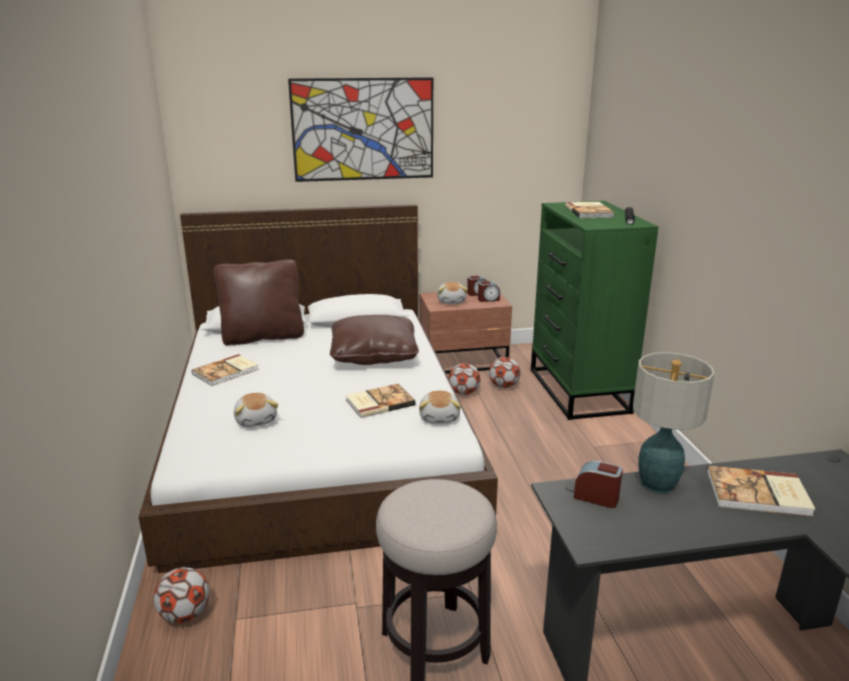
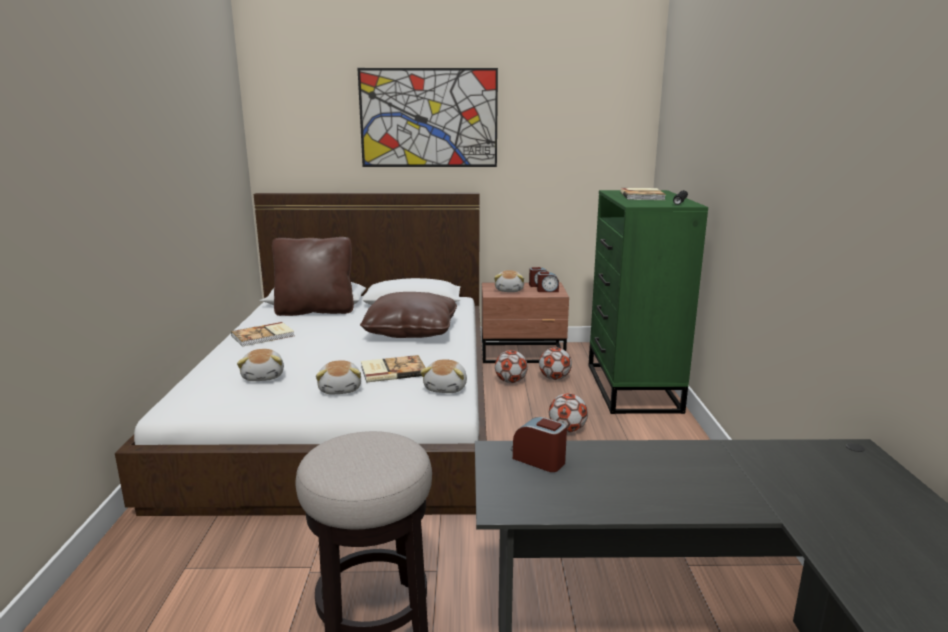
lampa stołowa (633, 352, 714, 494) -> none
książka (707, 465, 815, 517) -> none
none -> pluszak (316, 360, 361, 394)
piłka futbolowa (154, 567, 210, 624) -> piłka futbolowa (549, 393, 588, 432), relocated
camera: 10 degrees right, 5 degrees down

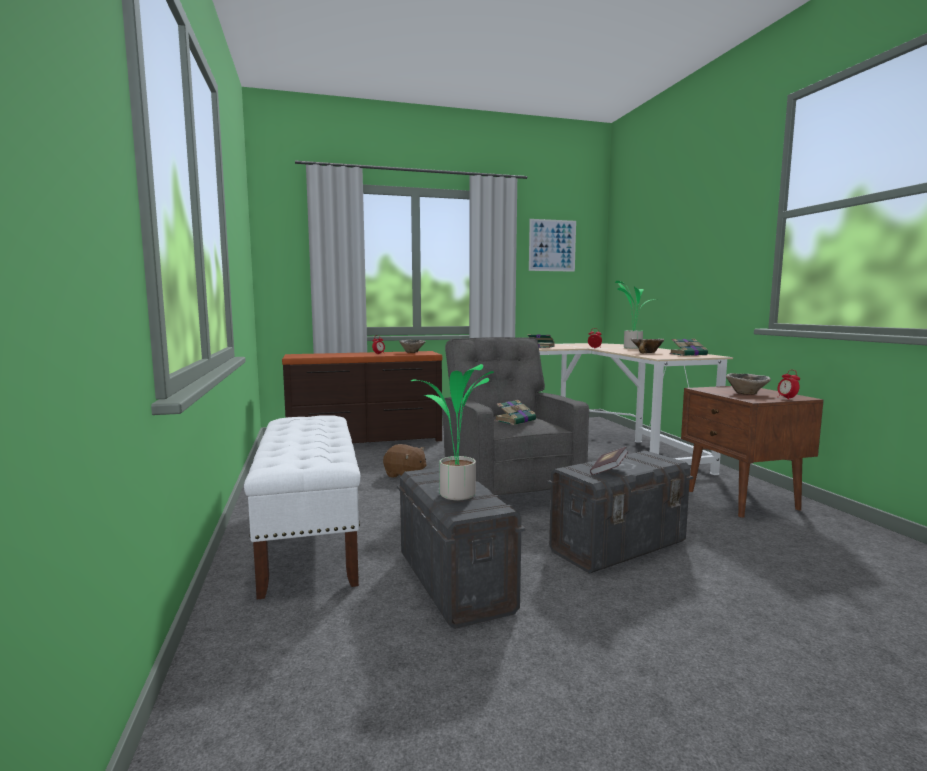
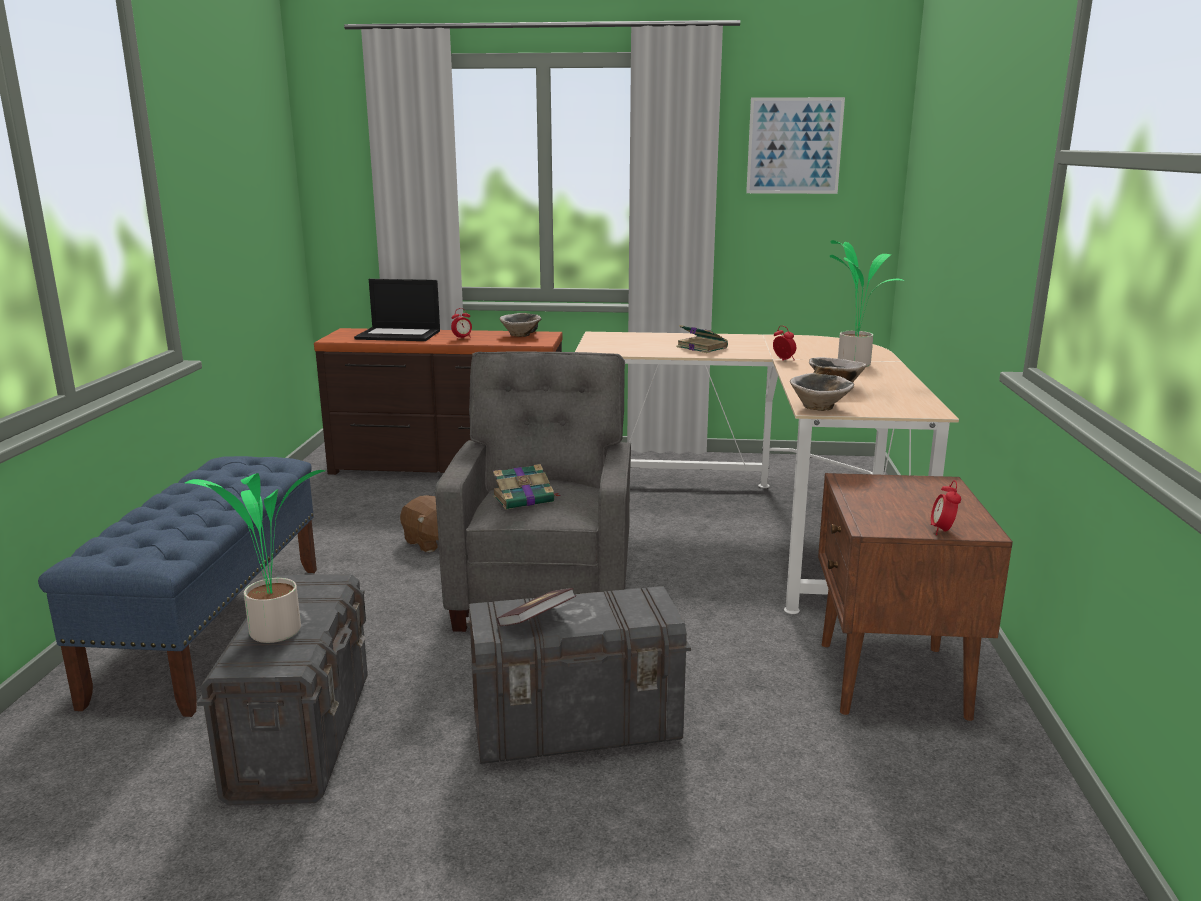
książka (669, 339, 708, 356) -> none
none -> laptop (354, 279, 440, 341)
miska (726, 373, 771, 394) -> miska (790, 373, 854, 411), relocated
ławka [biały] (244, 415, 361, 600) -> ławka [niebieski] (38, 456, 317, 717)
camera: 20 degrees right, 10 degrees up

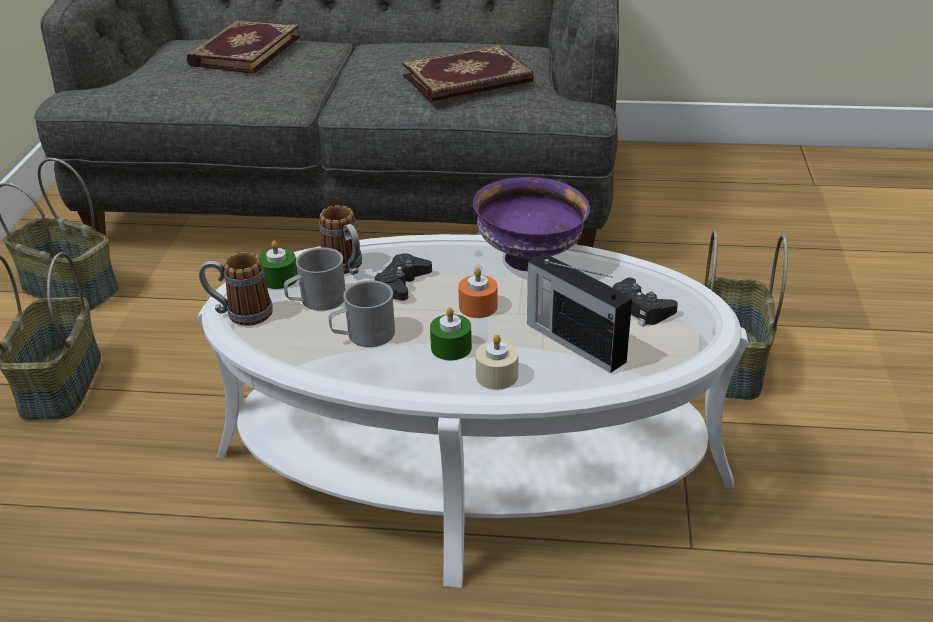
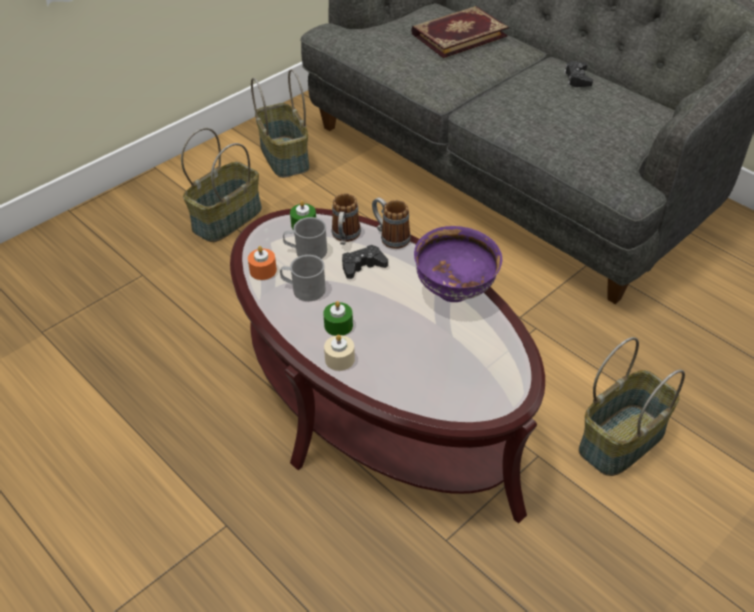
książka (402, 44, 534, 102) -> none
radio (527, 253, 632, 373) -> none
kubek (199, 252, 273, 326) -> kubek (372, 197, 411, 249), relocated
świeca [pomarańczowy] (458, 267, 498, 318) -> świeca [pomarańczowy] (248, 246, 277, 280), relocated
pad do gier [czarny] (613, 278, 678, 327) -> pad do gier [czarny] (564, 61, 593, 87), relocated
ława [biały] (198, 234, 748, 588) -> ława [brązowy] (230, 208, 545, 523)
camera: 40 degrees right, 10 degrees up

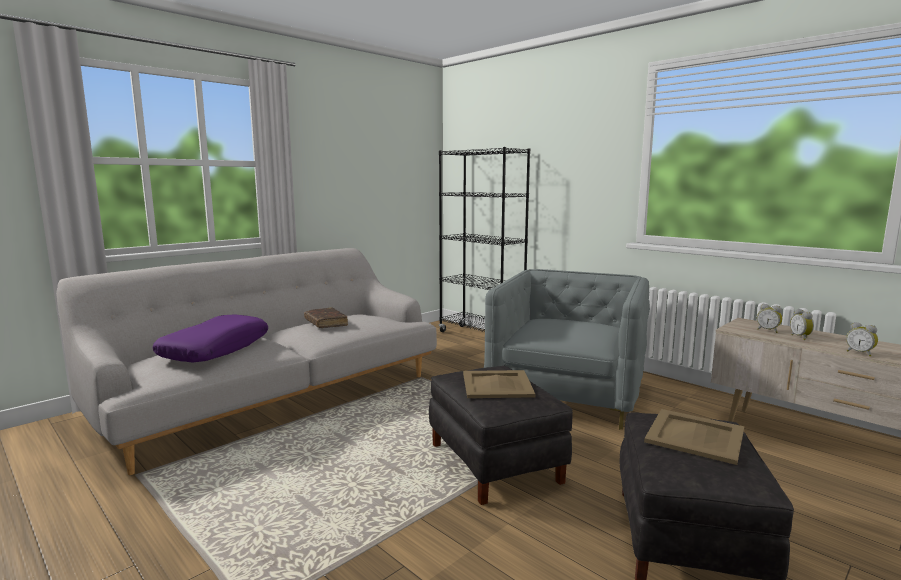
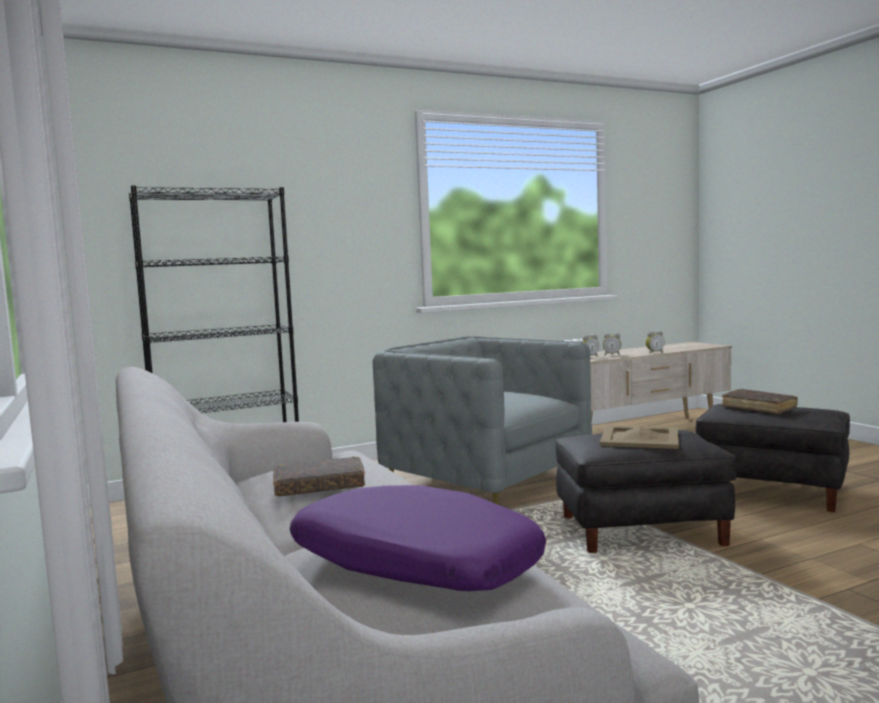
taca [beżowy] (644, 409, 744, 465) -> książka [brązowy] (722, 389, 798, 414)
camera: 70 degrees left, 5 degrees down

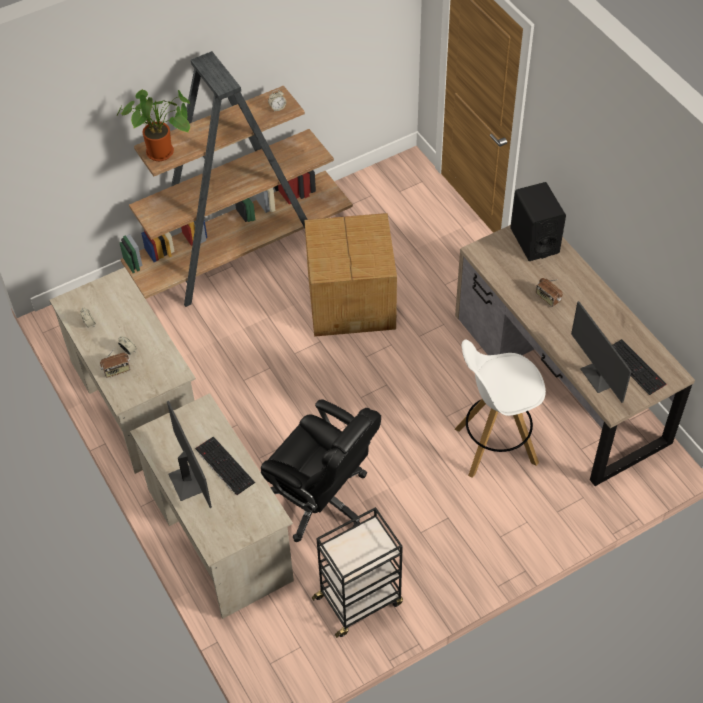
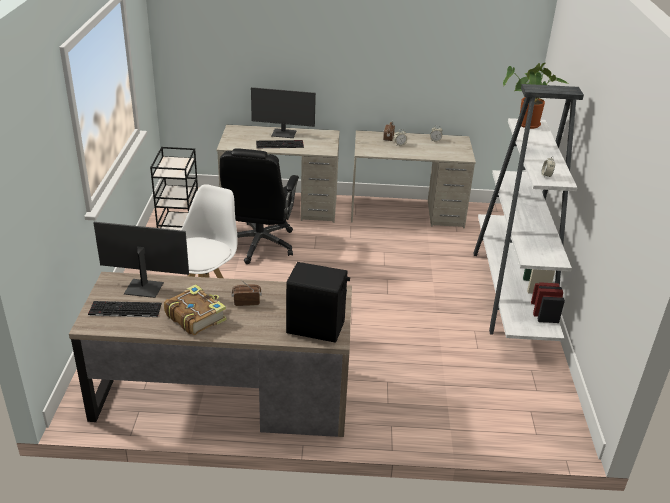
karton (304, 213, 397, 337) -> none
none -> książka (164, 284, 227, 335)
regał [brązowy] (120, 51, 353, 307) -> regał [biały] (473, 84, 584, 341)
krzesło biurowe [czarny] (261, 399, 381, 542) -> krzesło biurowe [czarny] (220, 148, 299, 264), 60 degrees counterclockwise
camera: 120 degrees right, 20 degrees down

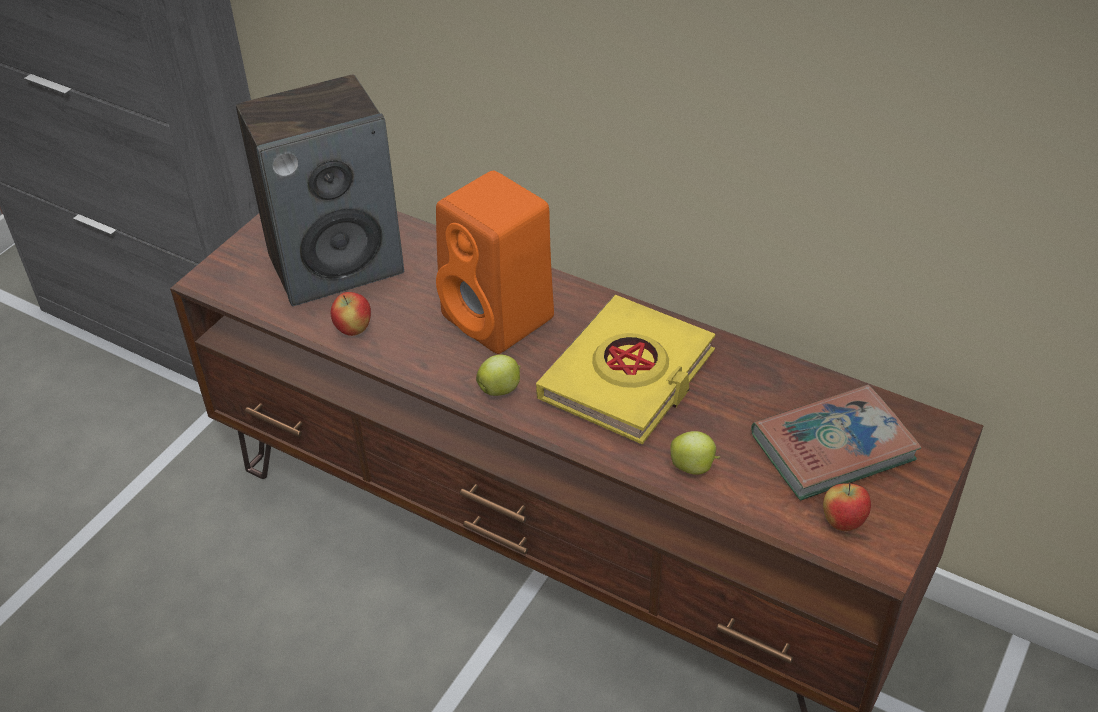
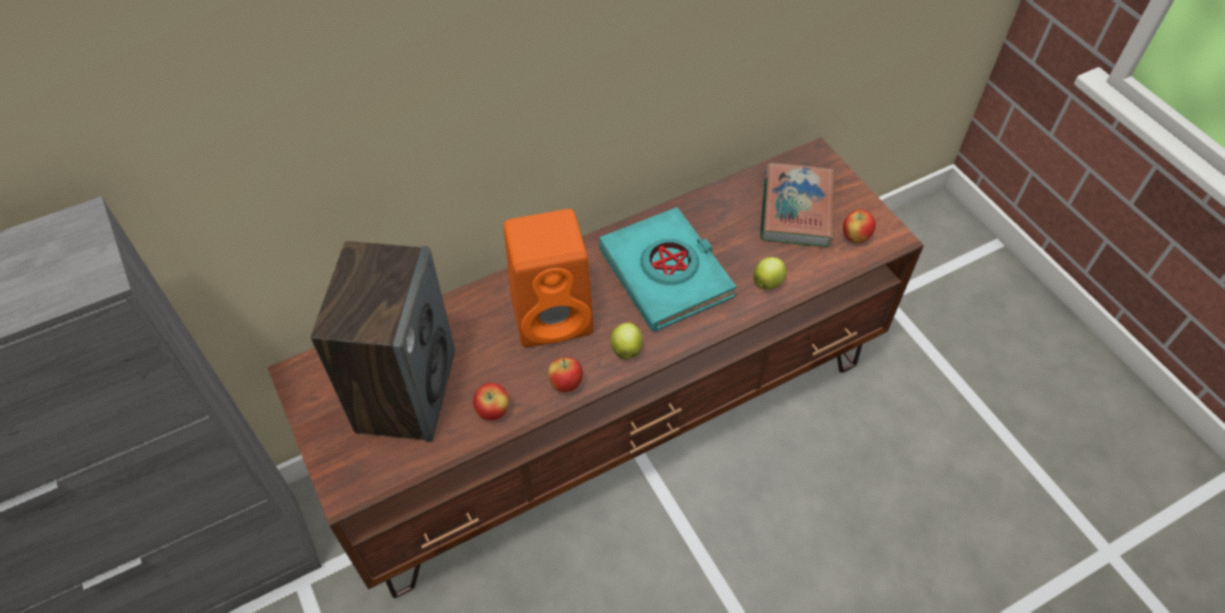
none -> jabłko (548, 357, 583, 393)
książka [żółty] (536, 295, 715, 444) -> książka [turkusowy] (599, 207, 736, 332)
camera: 60 degrees left, 10 degrees up

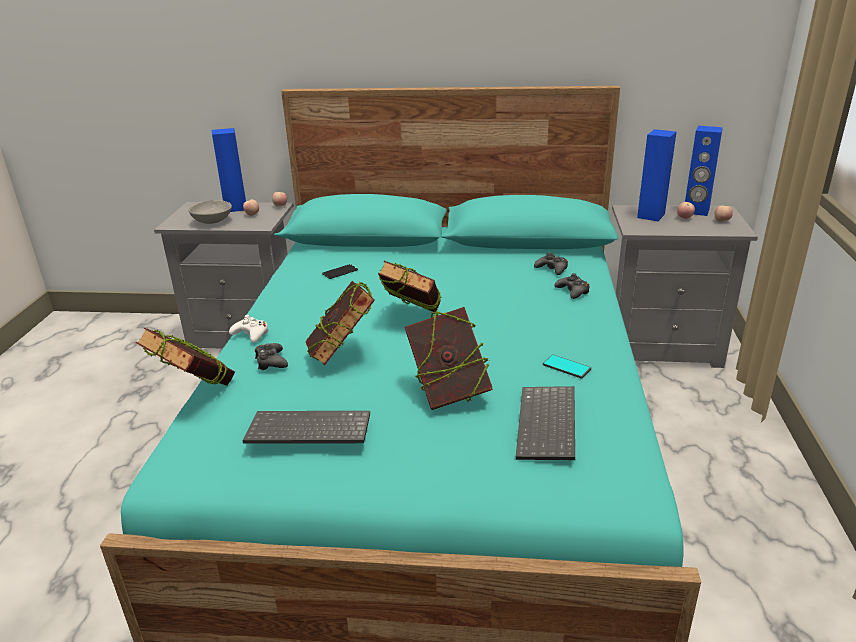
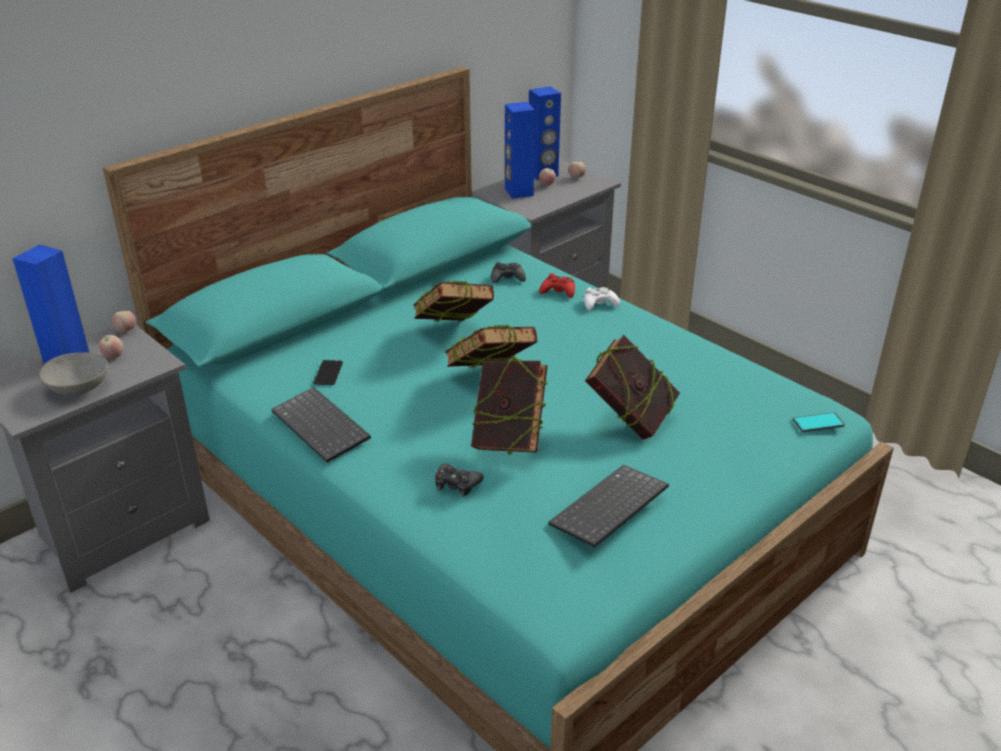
książka (136, 327, 235, 386) -> książka (413, 280, 494, 322), relocated
pad do gier [biały] (229, 315, 269, 343) -> pad do gier [biały] (584, 287, 620, 310), relocated
klawiatura (516, 386, 575, 460) -> klawiatura (271, 387, 371, 463), relocated
telefon (543, 355, 591, 379) -> telefon (793, 412, 845, 432), relocated
pad do gier [czarny] (555, 273, 589, 299) -> pad do gier [czerwony] (539, 273, 575, 298)
camera: 50 degrees left, 5 degrees up

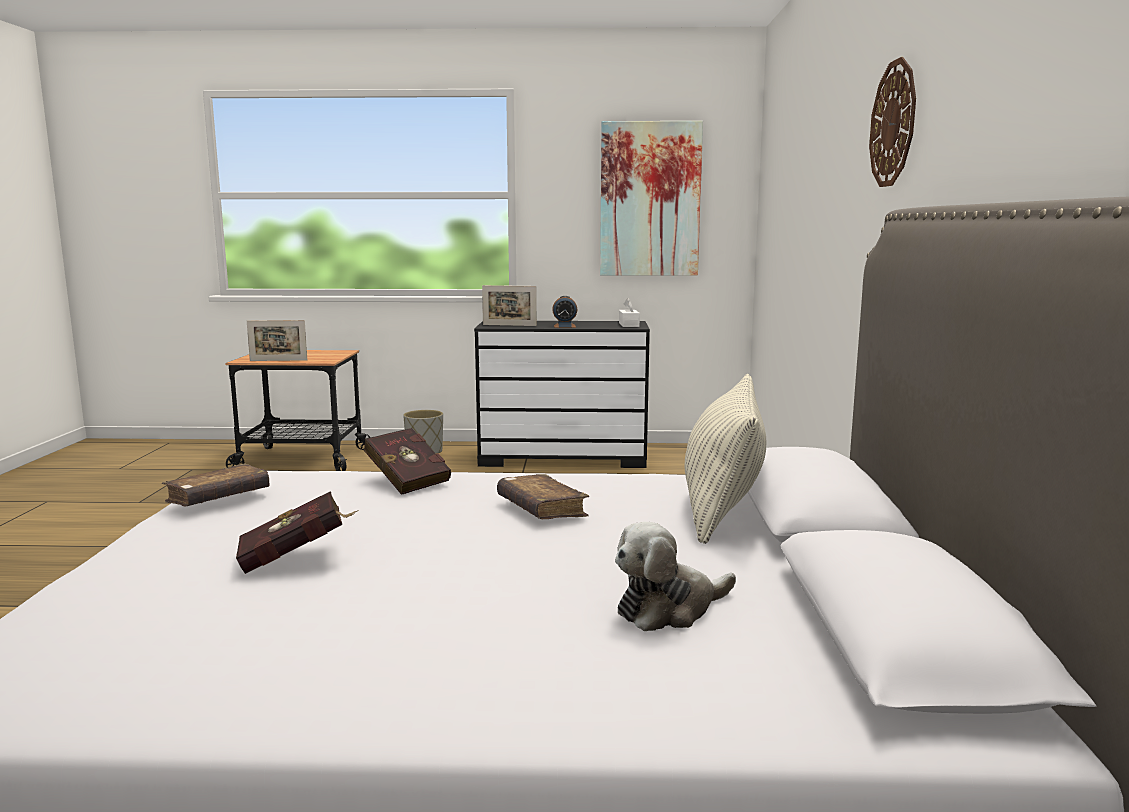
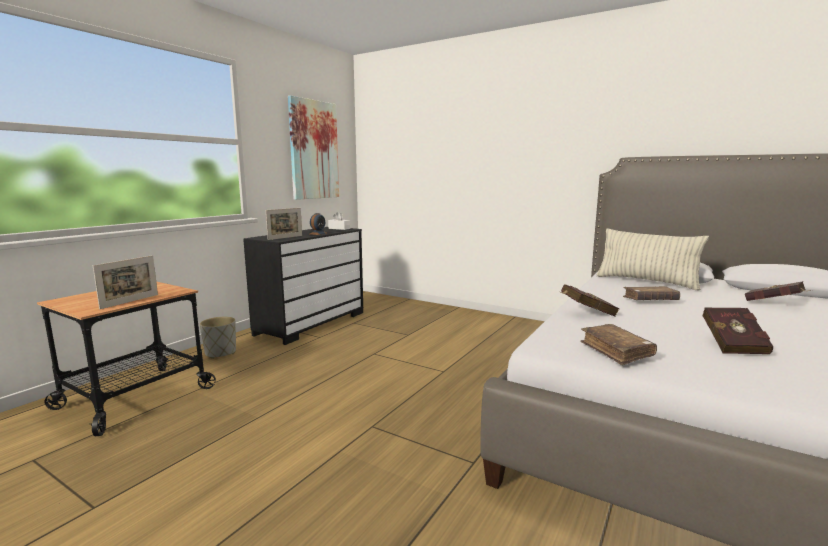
zegar ścienny (869, 57, 916, 187) -> none
pluszak (615, 522, 736, 631) -> książka [czerwony] (745, 281, 811, 301)
camera: 60 degrees left, 0 degrees up

